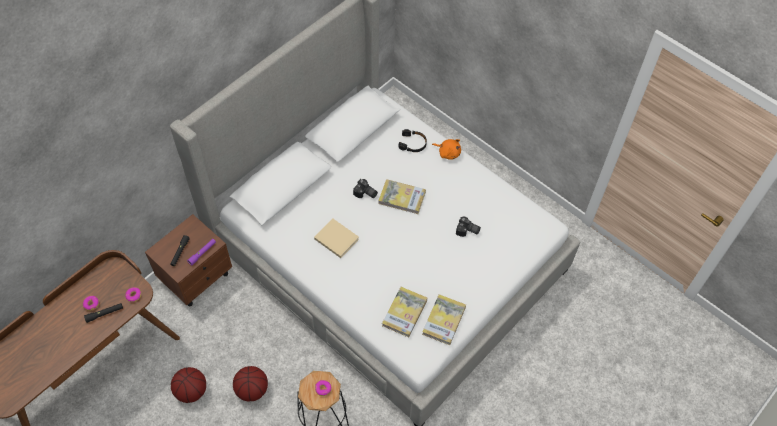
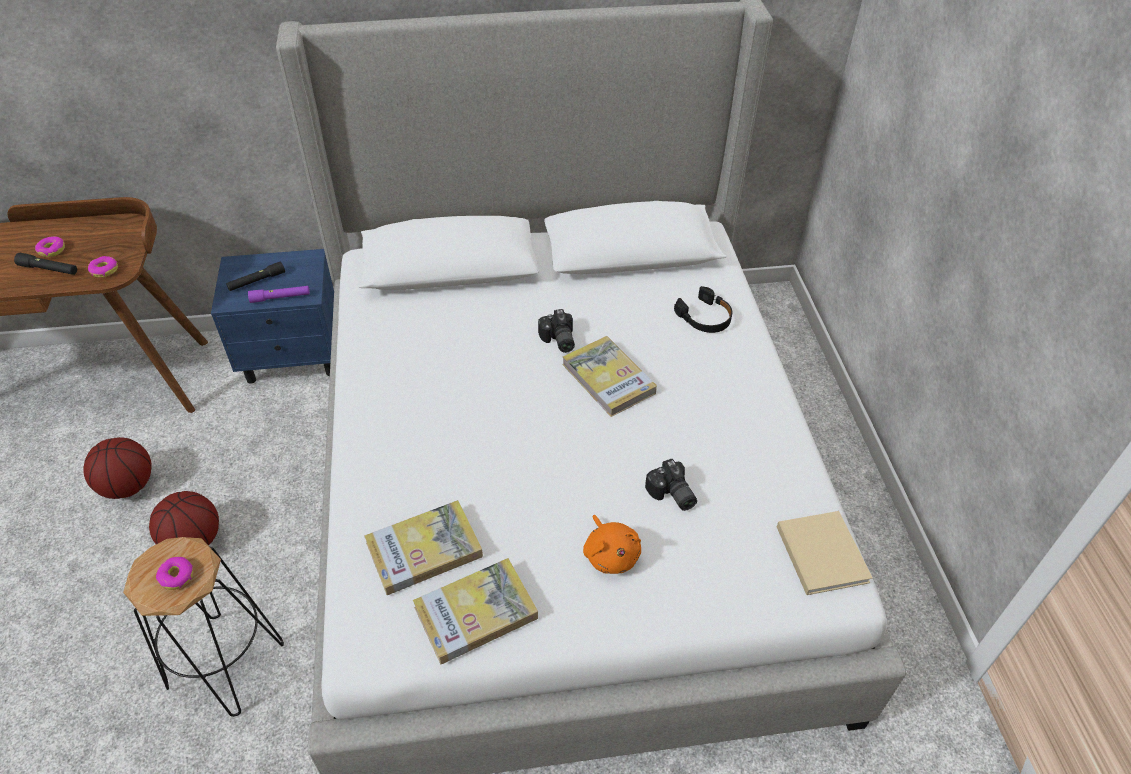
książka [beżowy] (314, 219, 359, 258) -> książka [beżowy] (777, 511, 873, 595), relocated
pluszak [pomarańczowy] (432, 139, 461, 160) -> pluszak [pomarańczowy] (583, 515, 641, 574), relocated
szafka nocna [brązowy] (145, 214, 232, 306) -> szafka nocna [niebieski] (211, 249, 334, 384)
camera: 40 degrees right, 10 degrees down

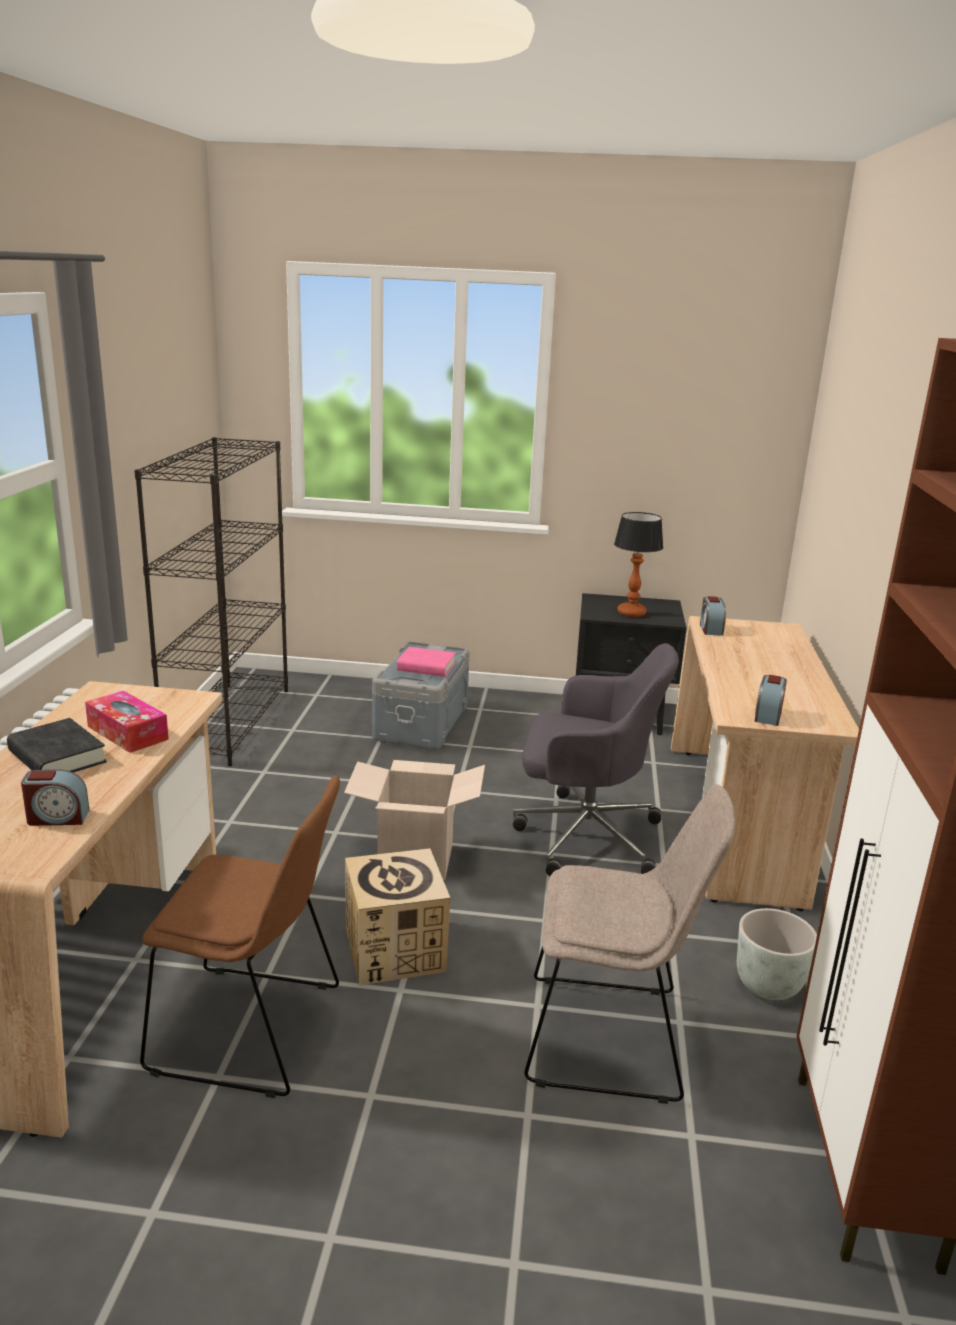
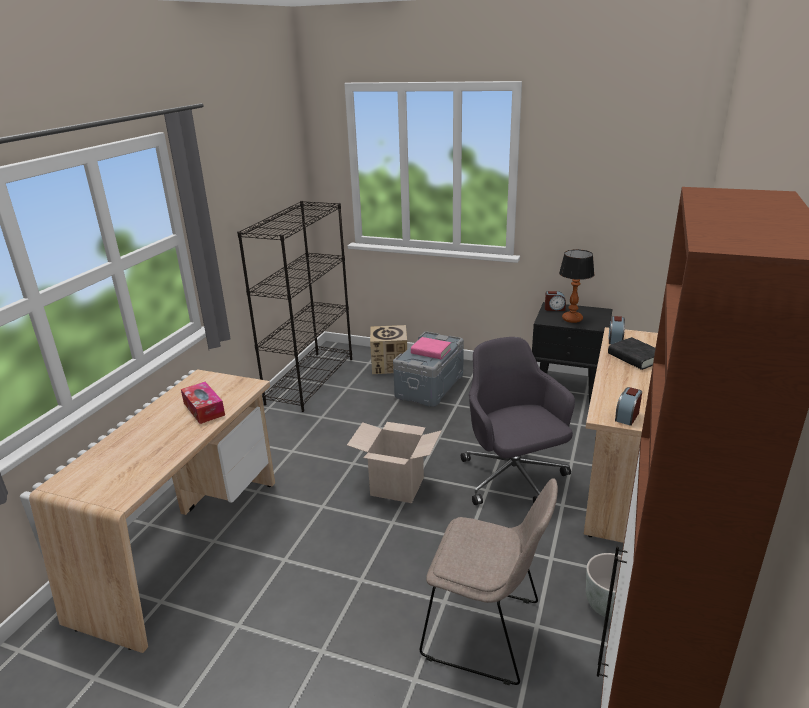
krzesło [brązowy] (140, 776, 340, 1098) -> none
książka [czarny] (7, 718, 107, 773) -> książka [czarny] (608, 337, 655, 370), relocated
budzik (21, 770, 89, 826) -> budzik (545, 291, 566, 311), relocated
karton (345, 848, 451, 986) -> karton (370, 325, 407, 374), relocated
krzesło biurowe [szary] (513, 643, 679, 876) -> krzesło biurowe [szary] (461, 337, 575, 505), 135 degrees counterclockwise
camera: 15 degrees right, 5 degrees up

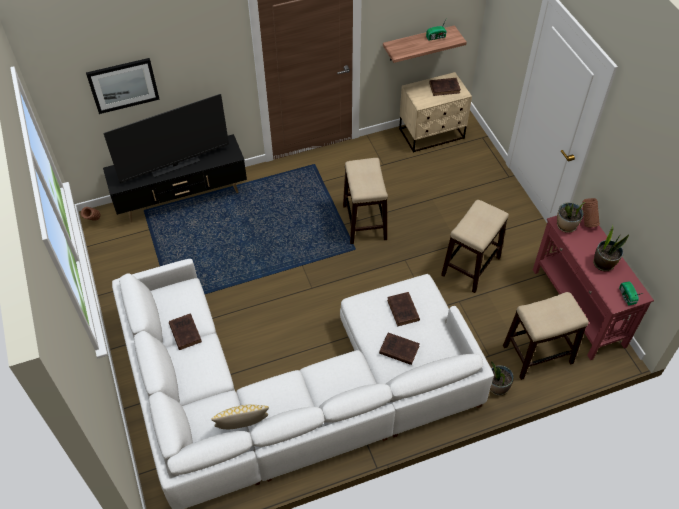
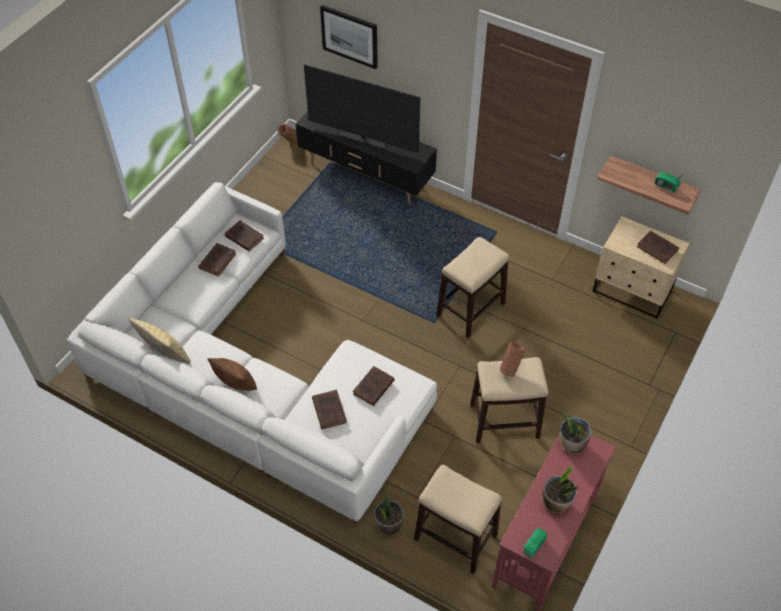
none -> poduszka [brązowy] (207, 358, 257, 391)
none -> książka [brązowy] (224, 220, 264, 251)
wazon [brązowy] (583, 198, 600, 228) -> wazon [brązowy] (500, 342, 526, 377), relocated
camera: 50 degrees right, 0 degrees up

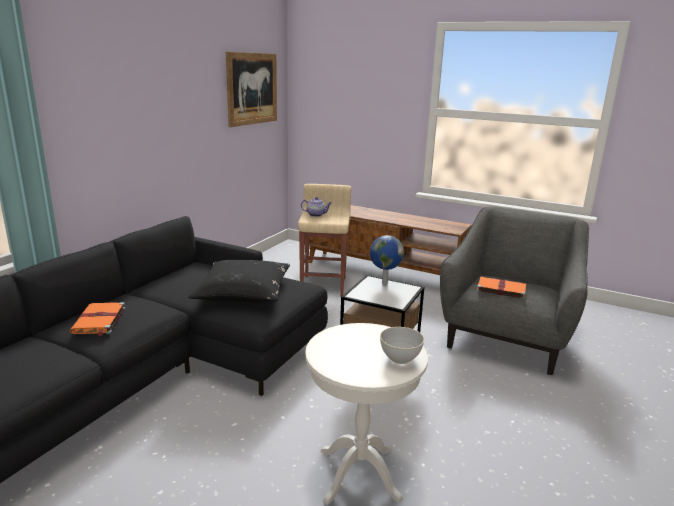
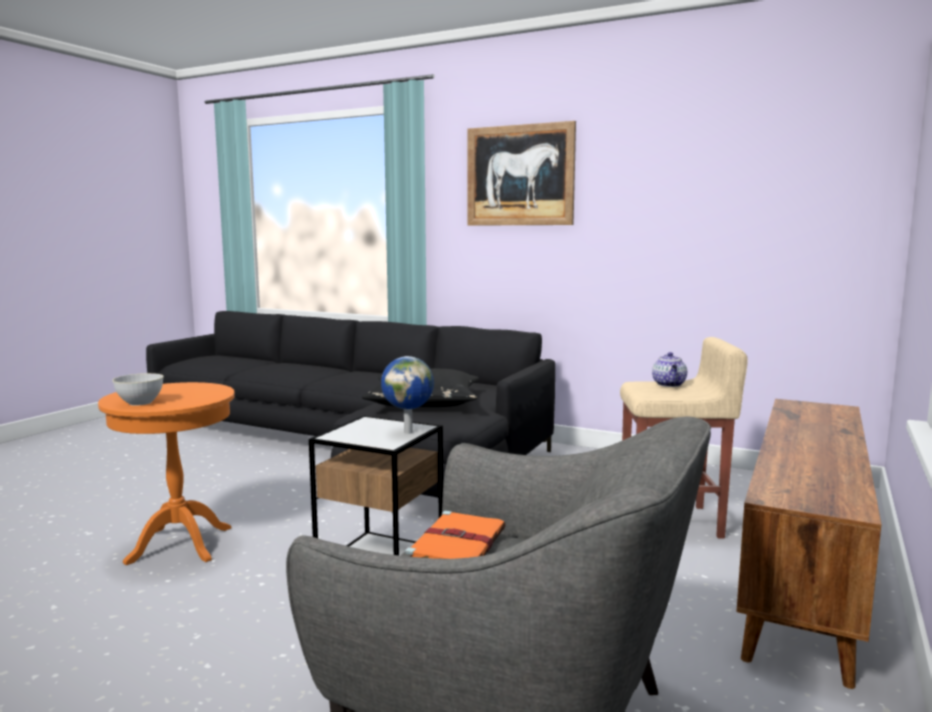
książka [pomarańczowy] (70, 302, 125, 336) -> none
obraz (226, 52, 277, 127) -> obraz (467, 121, 576, 226), relocated
stolik [biały] (305, 323, 428, 505) -> stolik [pomarańczowy] (98, 382, 235, 565)
camera: 90 degrees right, 10 degrees down

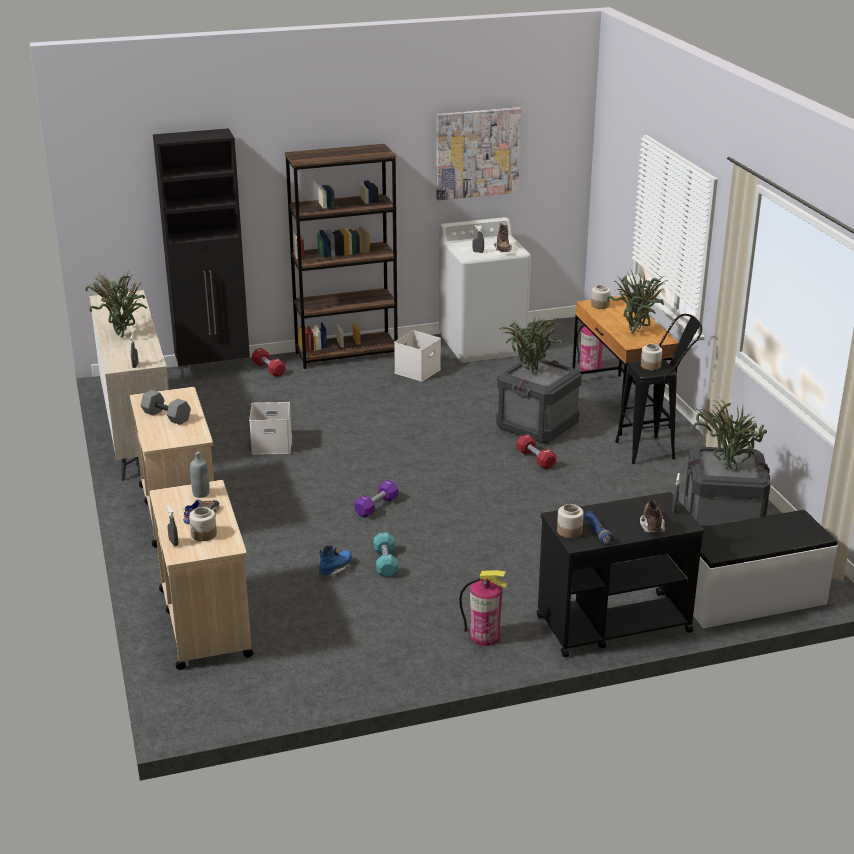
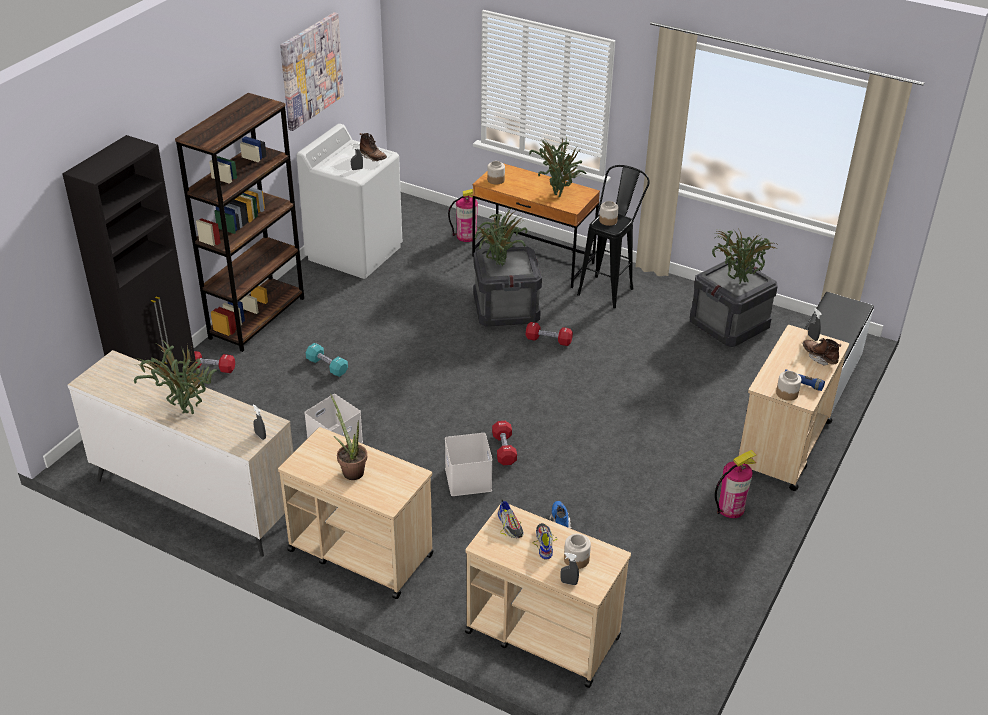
hantel [turkusowy] (373, 532, 398, 577) -> hantel [turkusowy] (306, 343, 348, 377), relocated
pojemnik do przechowywania [biały] (394, 330, 441, 382) -> pojemnik do przechowywania [biały] (445, 433, 493, 496), relocated
hantel [szary] (140, 390, 191, 425) -> roślina doniczkowa (330, 394, 367, 480)
butelka [szary] (190, 452, 210, 498) -> but (498, 499, 523, 538)
hantel [fioletowy] (354, 480, 399, 518) -> hantel [czerwony] (492, 421, 517, 465)
wózek [czarny] (537, 492, 704, 657) -> wózek [beżowy] (739, 325, 849, 491)
camera: 45 degrees left, 10 degrees up

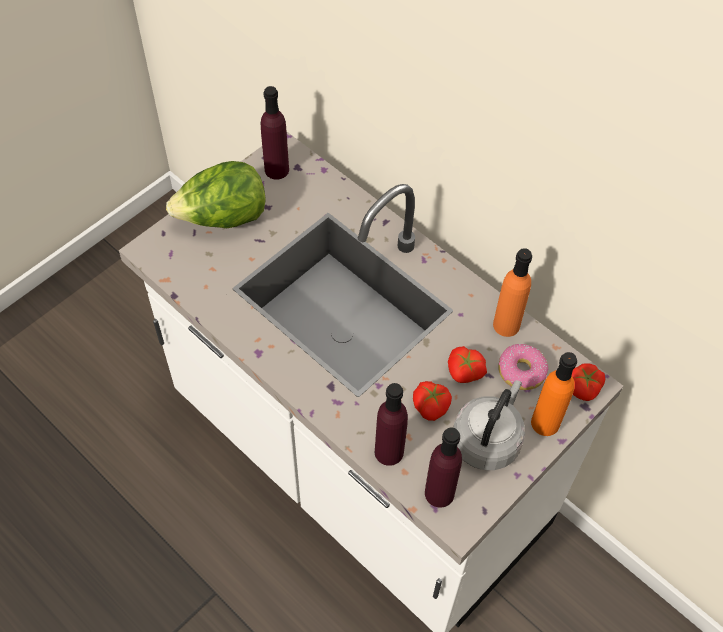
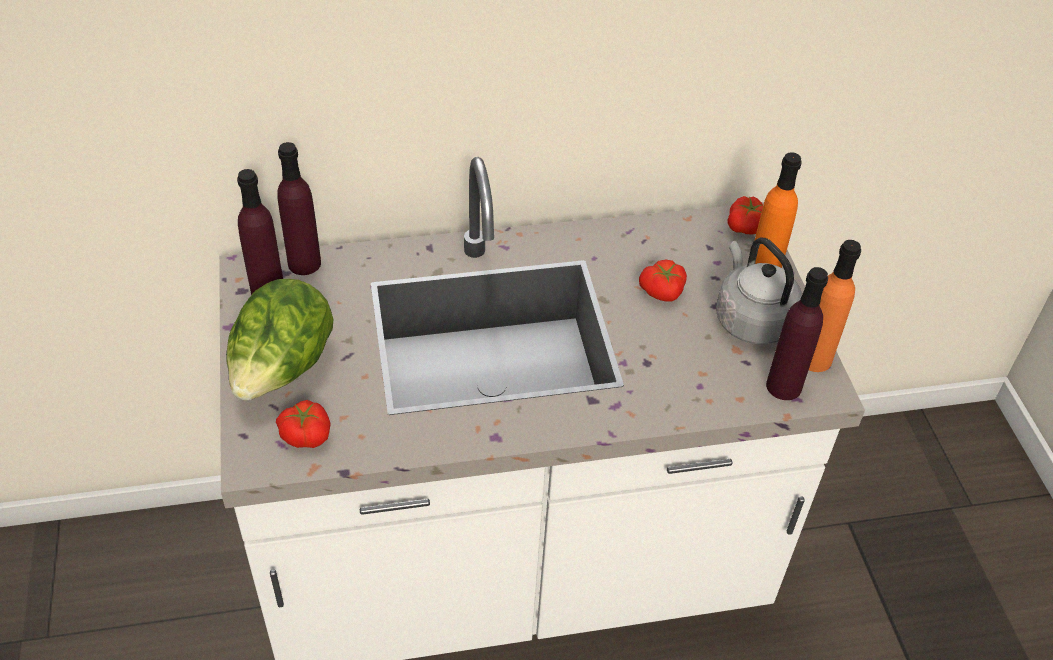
donut (498, 344, 548, 390) -> none
butelka [fioletowy] (375, 383, 408, 466) -> butelka [fioletowy] (277, 142, 321, 275), relocated
pomidor (413, 381, 452, 421) -> pomidor (276, 400, 331, 448), relocated
butelka [pomarańczowy] (493, 248, 532, 337) -> butelka [pomarańczowy] (809, 240, 861, 372), relocated
camera: 55 degrees left, 10 degrees down

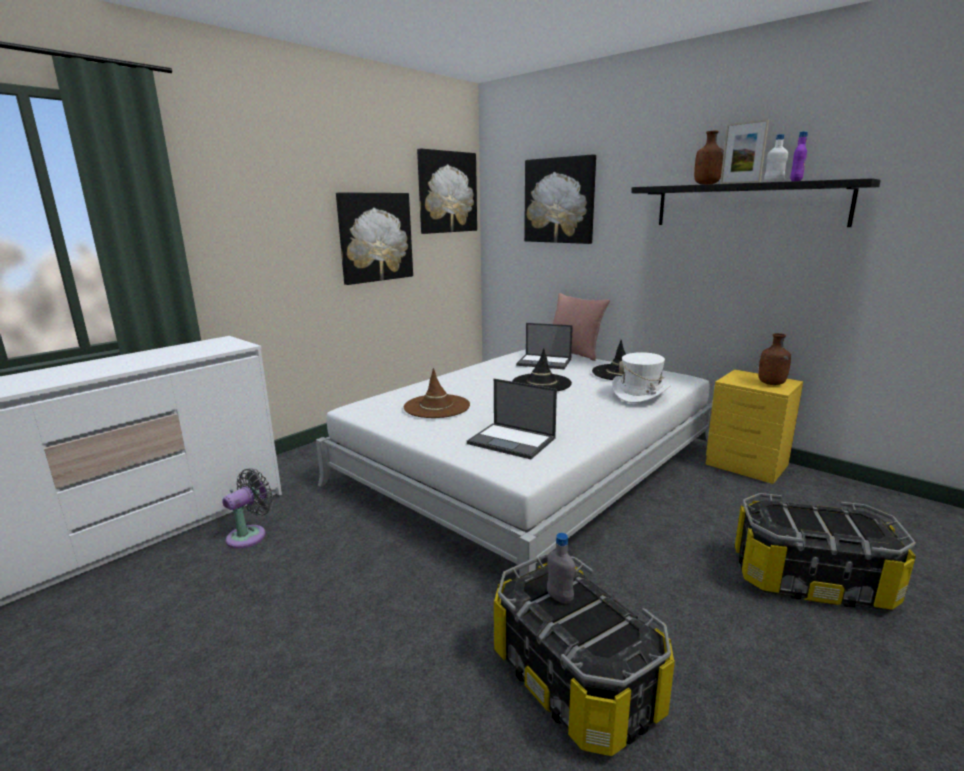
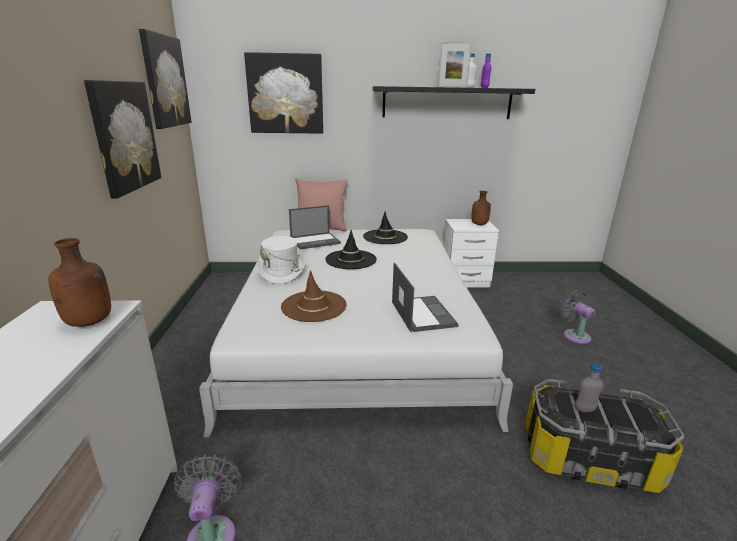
kapelusz [biały] (612, 352, 671, 403) -> kapelusz [biały] (256, 236, 305, 284), relocated
butelka [brązowy] (694, 131, 724, 185) -> butelka [brązowy] (48, 238, 111, 327), relocated
pojemnik do przechowywania (735, 493, 916, 609) -> wentylator [szary] (559, 290, 595, 344)
szafka nocna [żółty] (706, 369, 803, 484) -> szafka nocna [biały] (443, 219, 499, 287)
laptop (467, 379, 557, 459) -> laptop (392, 263, 459, 332), 90 degrees counterclockwise
camera: 45 degrees left, 5 degrees up

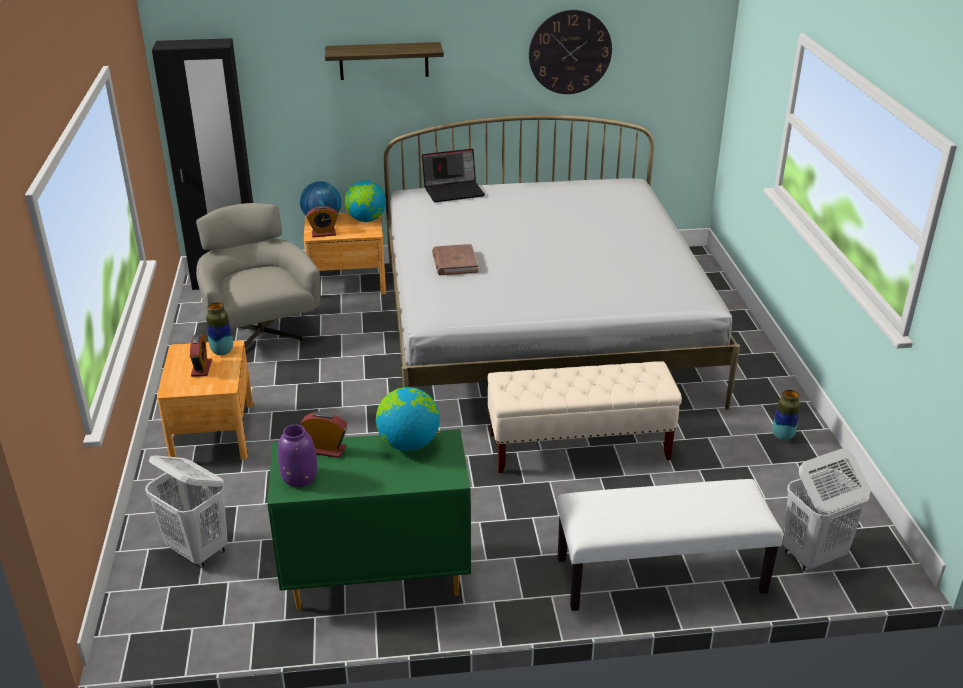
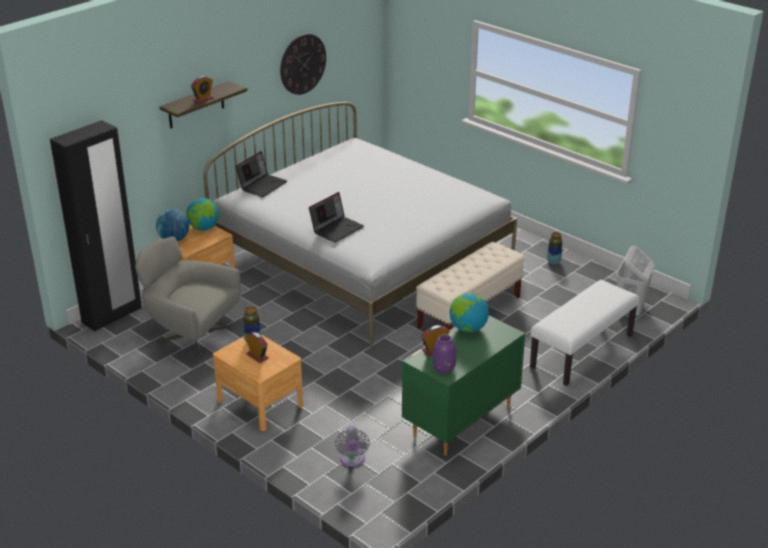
budzik (306, 205, 338, 237) -> budzik (191, 76, 214, 104), relocated
kosz na pranie [biały] (145, 455, 228, 568) -> wentylator [szary] (335, 426, 370, 467)
książka [brązowy] (432, 244, 478, 275) -> laptop (309, 192, 364, 243)
camera: 40 degrees left, 0 degrees up

